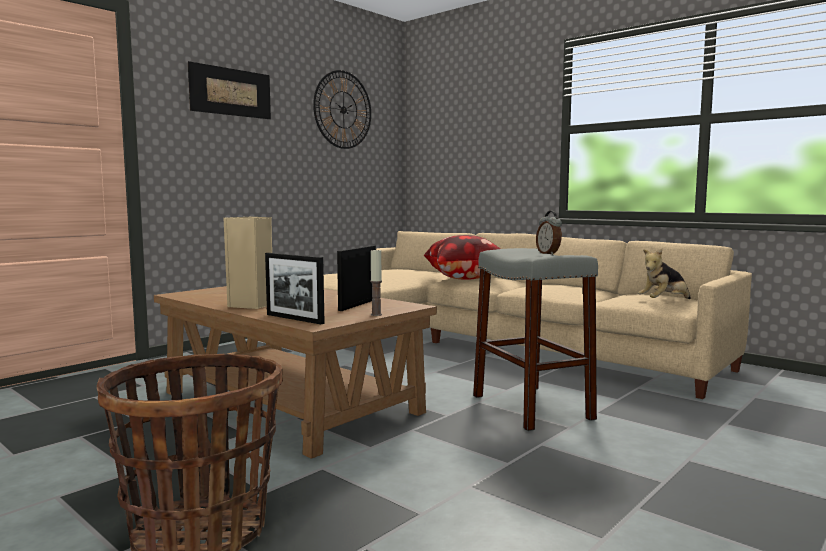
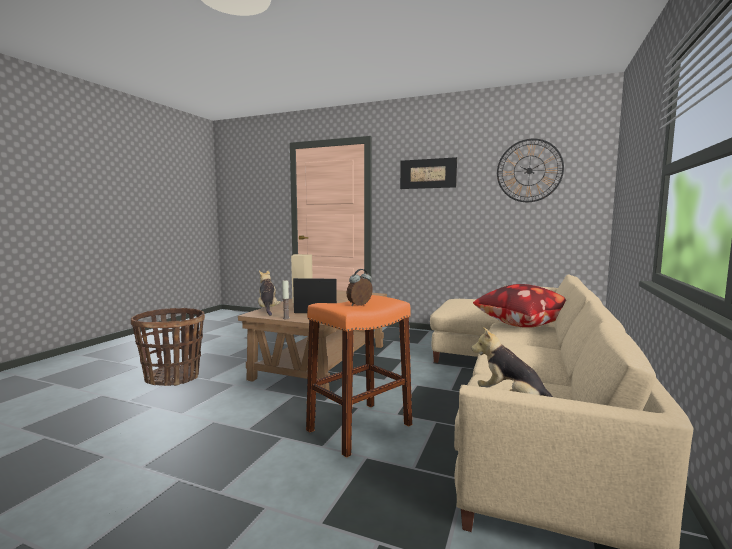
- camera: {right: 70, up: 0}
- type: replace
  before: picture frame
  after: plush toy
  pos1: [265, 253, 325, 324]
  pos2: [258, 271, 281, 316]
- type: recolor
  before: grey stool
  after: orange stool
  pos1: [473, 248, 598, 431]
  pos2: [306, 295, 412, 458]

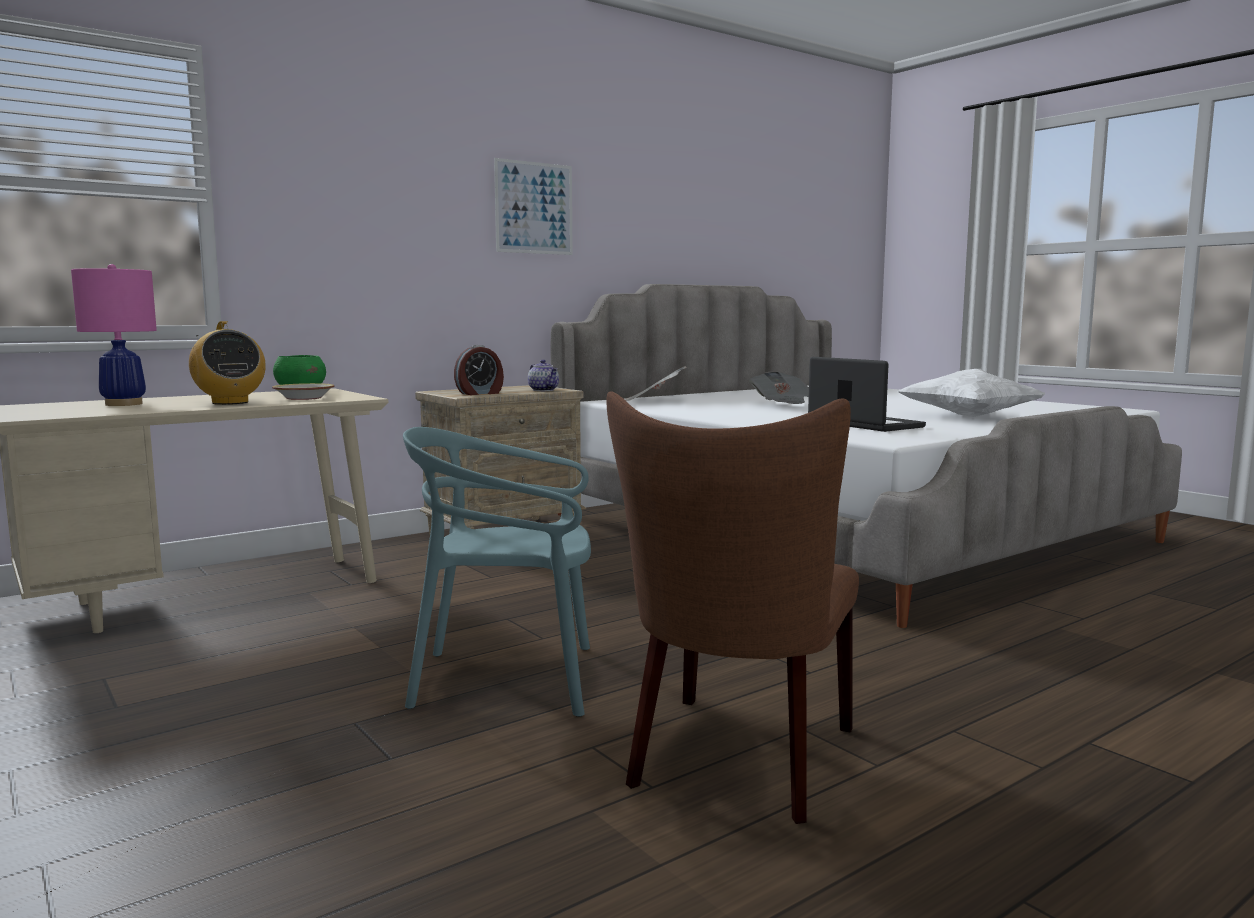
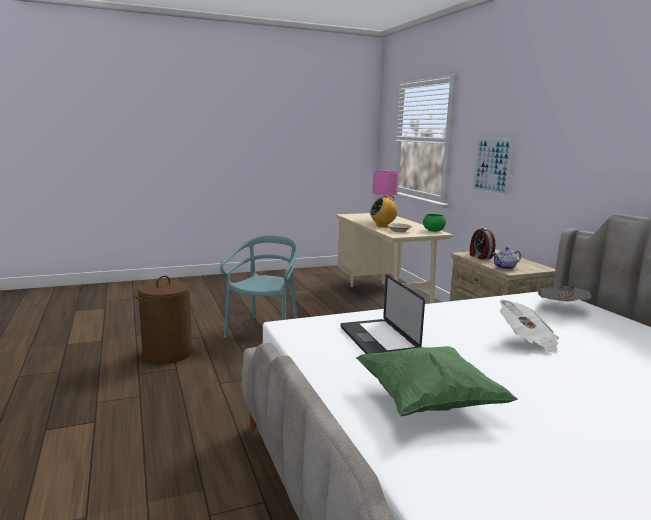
- camera: {right: 105, up: 5}
- type: move
  before: picture
  pos1: [494, 158, 573, 255]
  pos2: [472, 137, 514, 197]
- type: replace
  before: brown chair
  after: brown laundry basket
  pos1: [606, 391, 859, 824]
  pos2: [135, 276, 192, 364]
- type: rotate
  before: laptop
  pos1: [808, 357, 926, 432]
  pos2: [340, 275, 425, 354]
  turn: 90
- type: recolor
  before: white pillow
  after: green pillow
  pos1: [898, 369, 1045, 417]
  pos2: [356, 346, 518, 416]

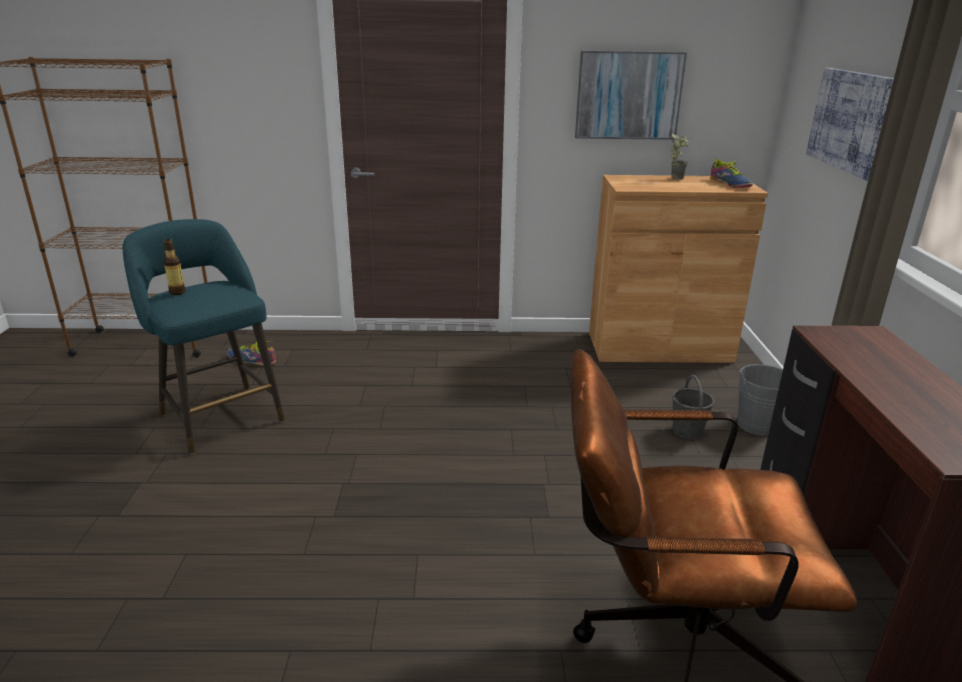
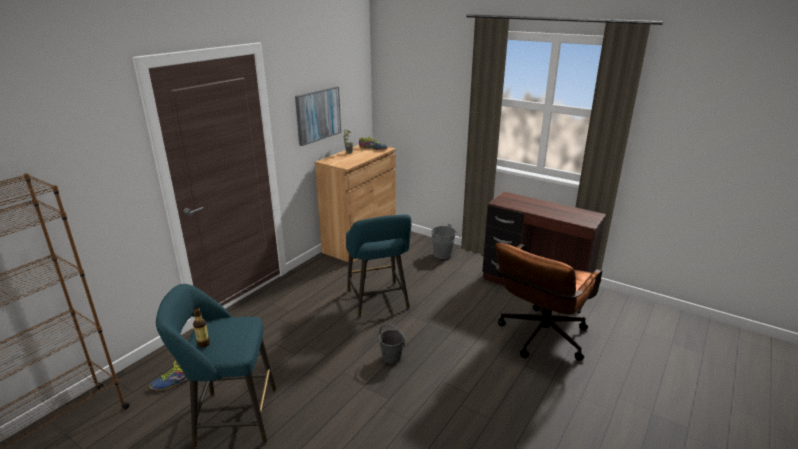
- camera: {right: -55, up: 0}
- type: move
  before: grey bucket
  pos1: [672, 374, 714, 439]
  pos2: [379, 324, 405, 364]
- type: delete
  before: picture
  pos1: [806, 68, 894, 181]
- type: insert
  after: turquoise stool
  pos2: [346, 214, 412, 318]

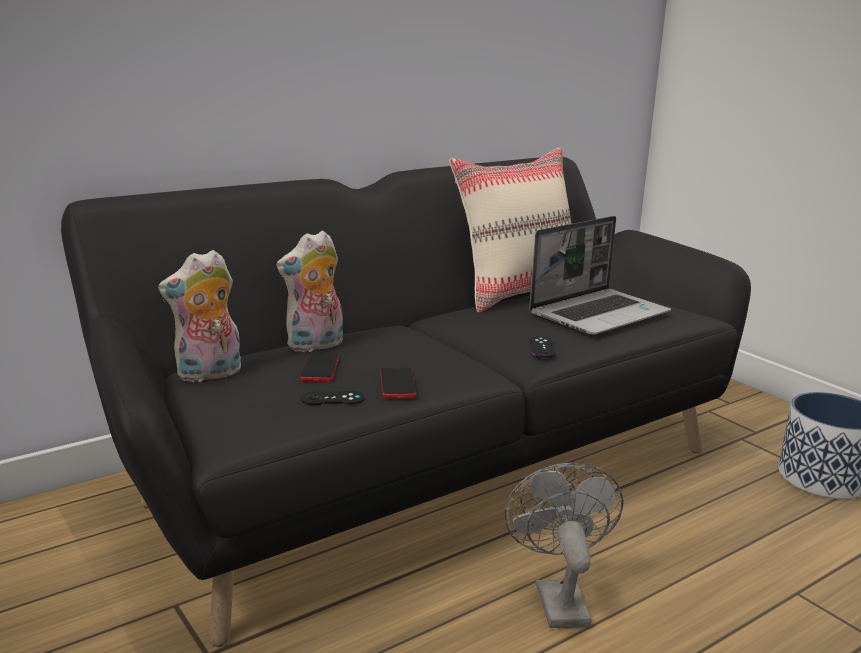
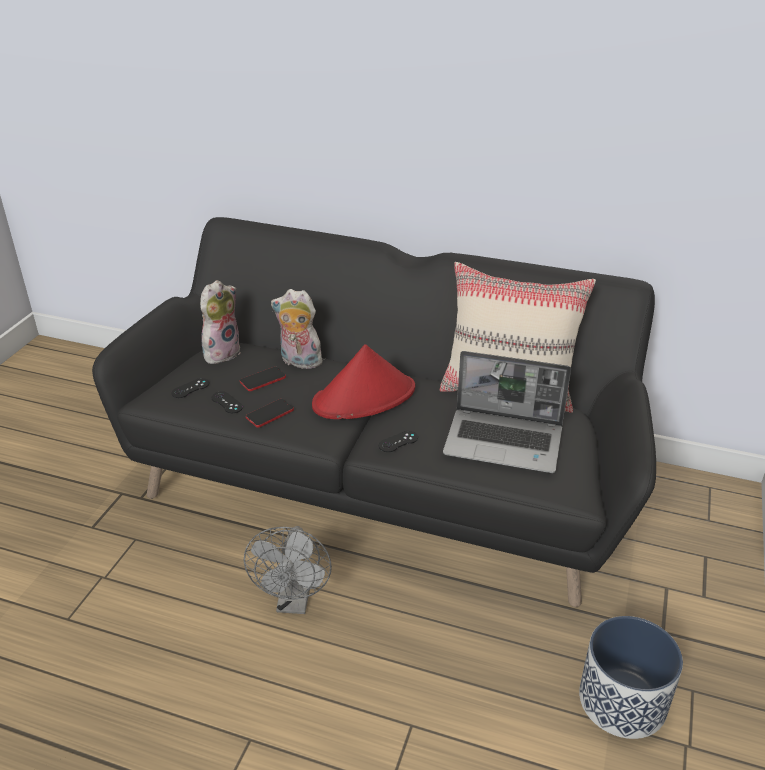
- camera: {right: 55, up: 15}
- type: rotate
  before: plush toy
  pos1: [158, 250, 241, 383]
  pos2: [200, 280, 241, 366]
  turn: 105
- type: rotate
  before: grey fan
  pos1: [504, 463, 624, 628]
  pos2: [244, 526, 332, 614]
  turn: 135
- type: insert
  after: black game controller
  pos2: [171, 378, 209, 398]
- type: insert
  after: red hat
  pos2: [312, 344, 415, 419]

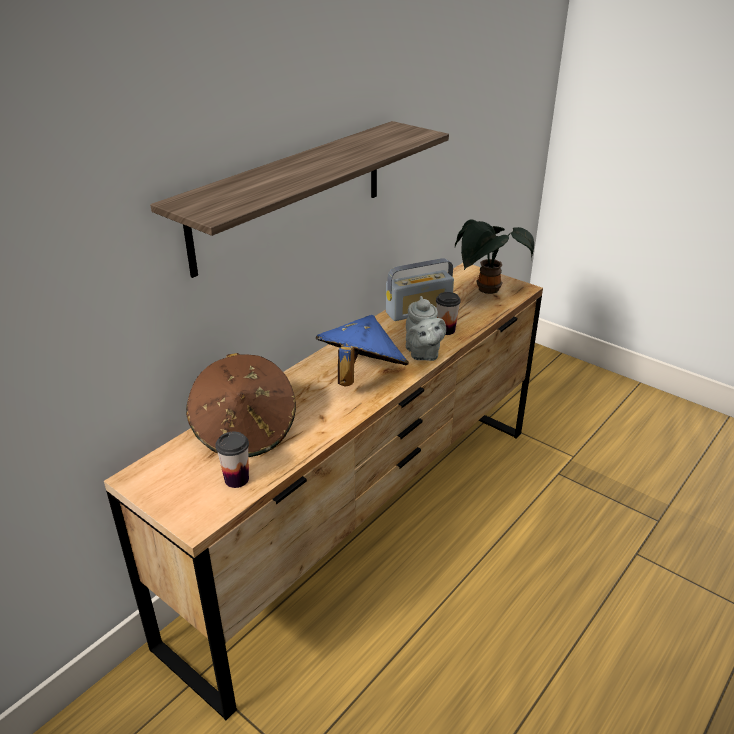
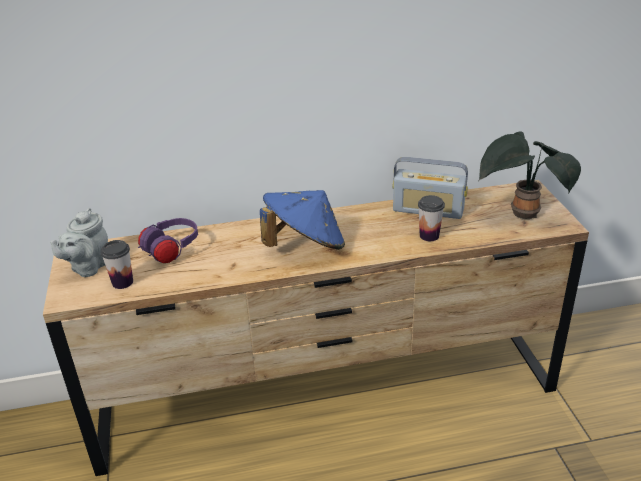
- camera: {right: 40, up: 0}
- type: delete
  before: shelf
  pos1: [150, 121, 449, 278]
- type: replace
  before: brown hat
  after: purple headphones
  pos1: [186, 353, 296, 457]
  pos2: [138, 218, 198, 263]
- type: move
  before: grey teapot
  pos1: [406, 296, 446, 361]
  pos2: [50, 208, 108, 277]

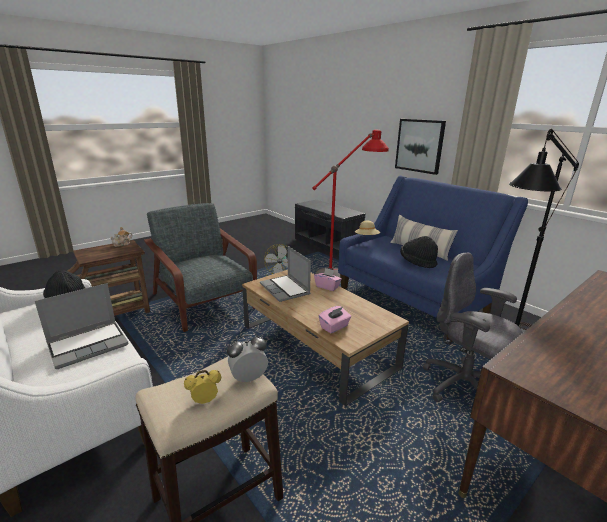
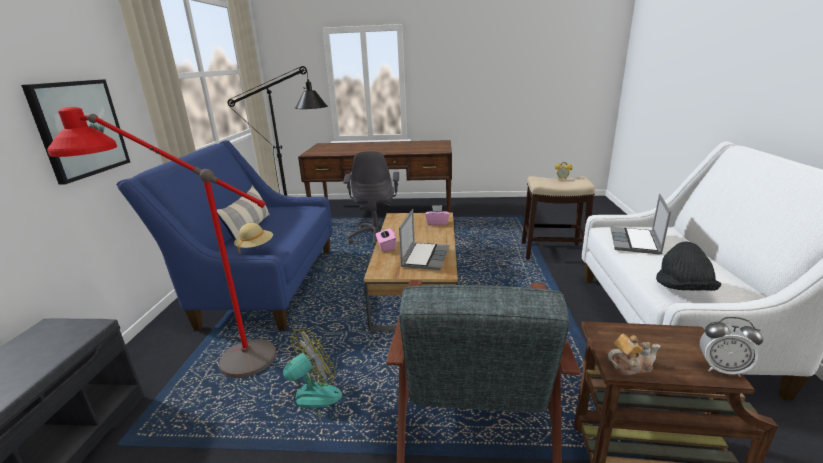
- camera: {right: -135, up: 0}
- type: rotate
  before: laptop
  pos1: [35, 283, 129, 369]
  pos2: [611, 194, 671, 255]
  turn: -75
- type: move
  before: alarm clock
  pos1: [227, 334, 268, 382]
  pos2: [700, 317, 763, 377]
- type: delete
  before: black hat
  pos1: [400, 236, 438, 268]

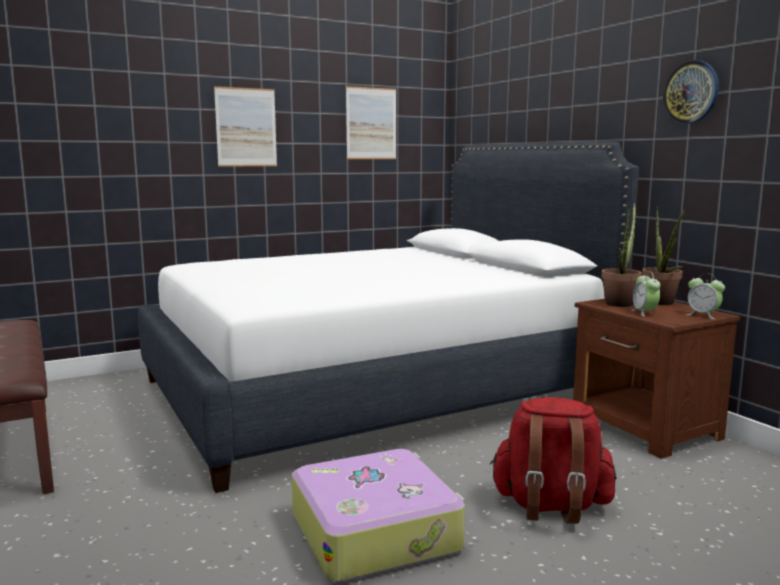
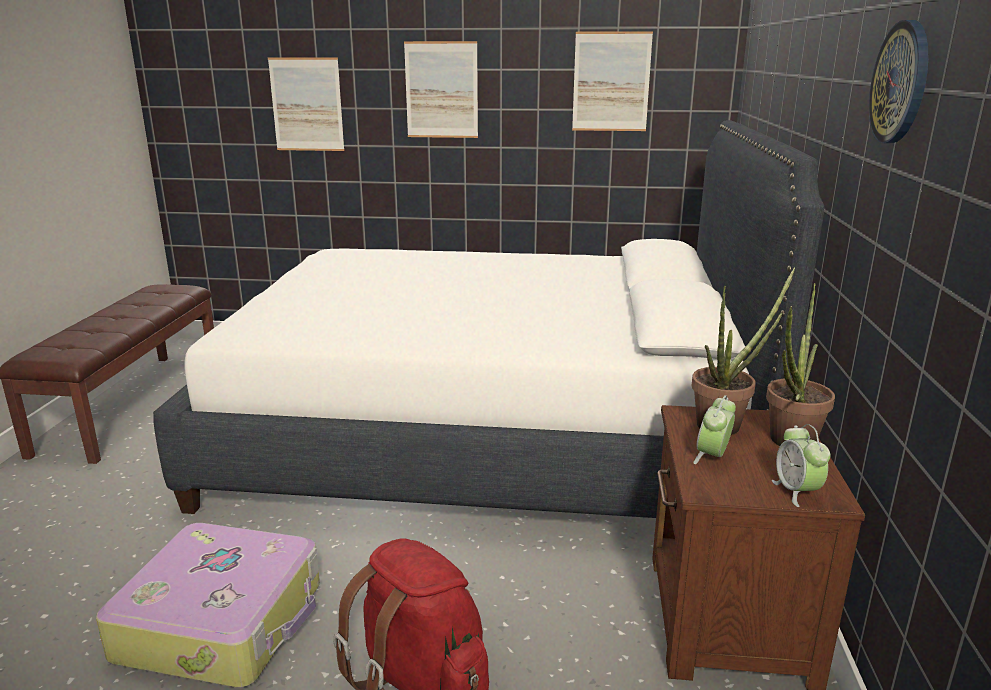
- camera: {right: 35, up: 10}
- type: insert
  after: picture
  pos2: [268, 58, 345, 151]

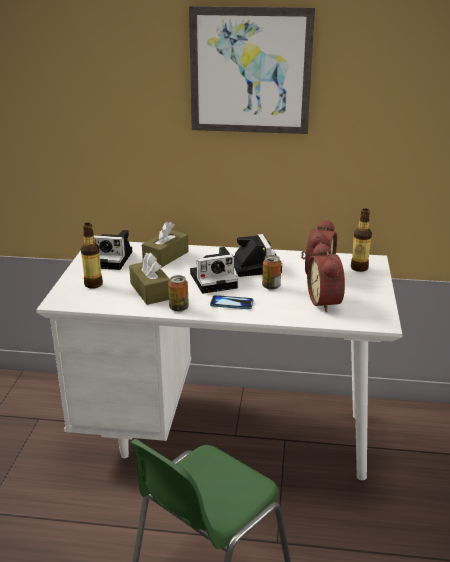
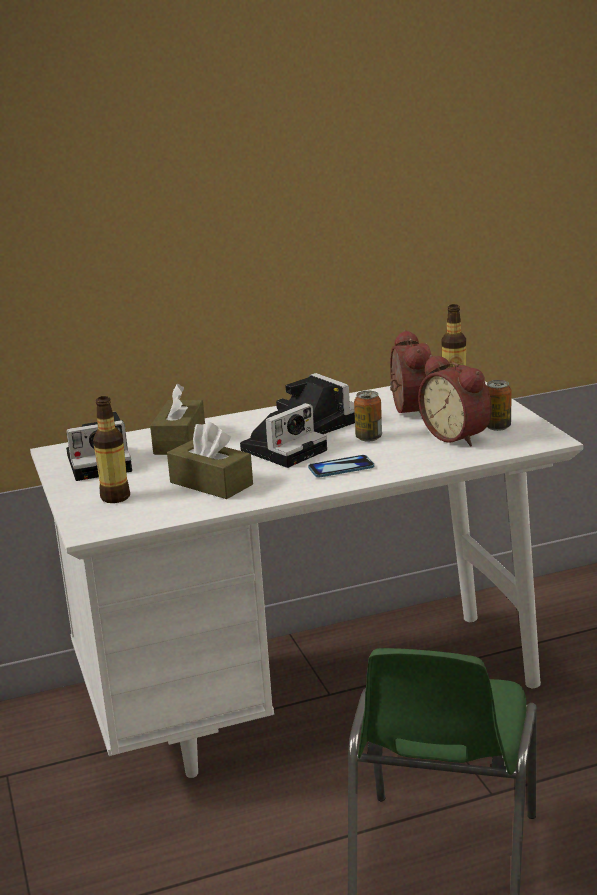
- camera: {right: -25, up: -5}
- type: move
  before: can
  pos1: [168, 275, 189, 312]
  pos2: [487, 380, 512, 431]
- type: delete
  before: picture
  pos1: [189, 6, 315, 134]

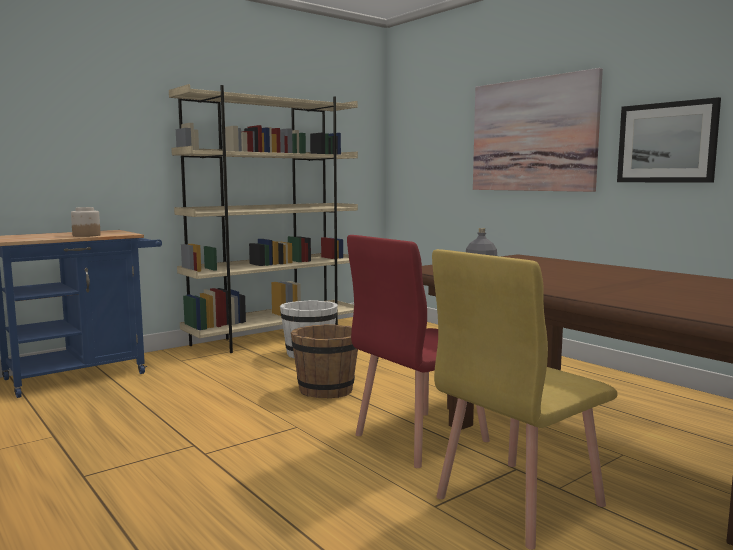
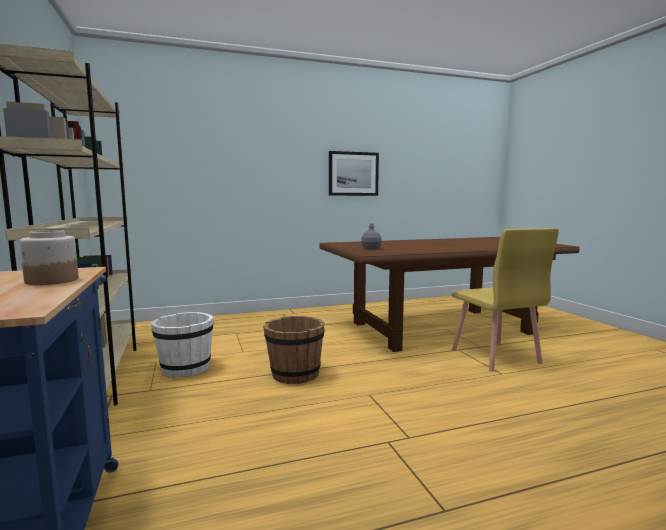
- camera: {right: -70, up: 0}
- type: delete
  before: red chair
  pos1: [347, 235, 490, 468]
- type: delete
  before: picture
  pos1: [473, 68, 603, 192]

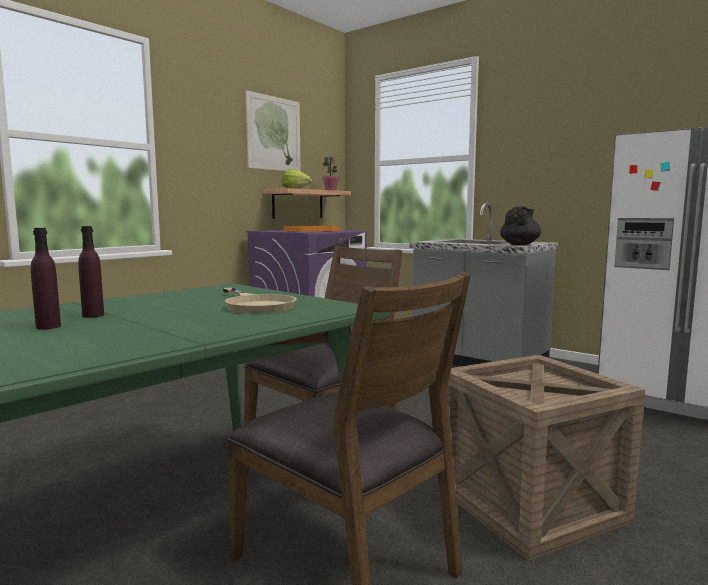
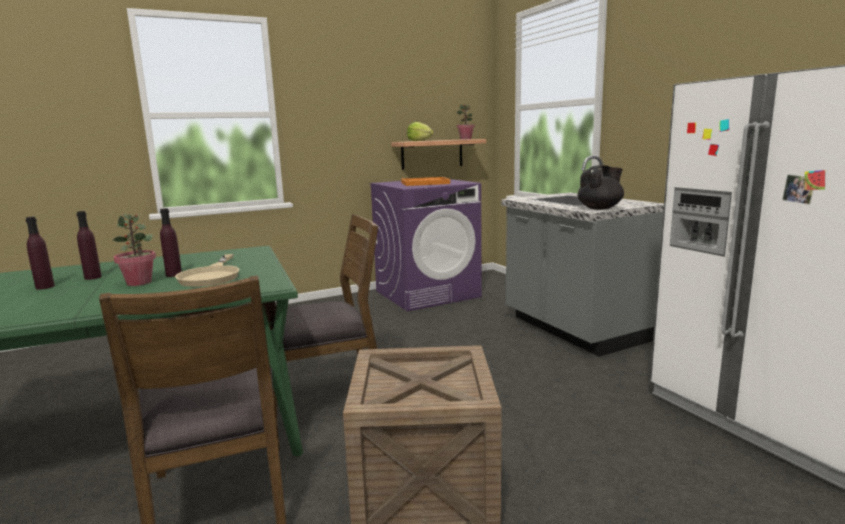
- camera: {right: 25, up: 5}
- type: delete
  before: picture
  pos1: [245, 90, 301, 172]
- type: insert
  after: potted plant
  pos2: [113, 214, 156, 286]
- type: insert
  after: purple bottle
  pos2: [160, 208, 182, 277]

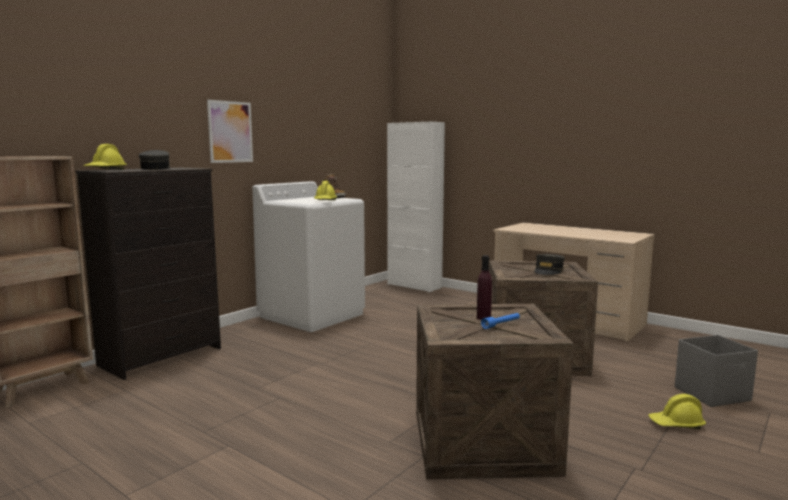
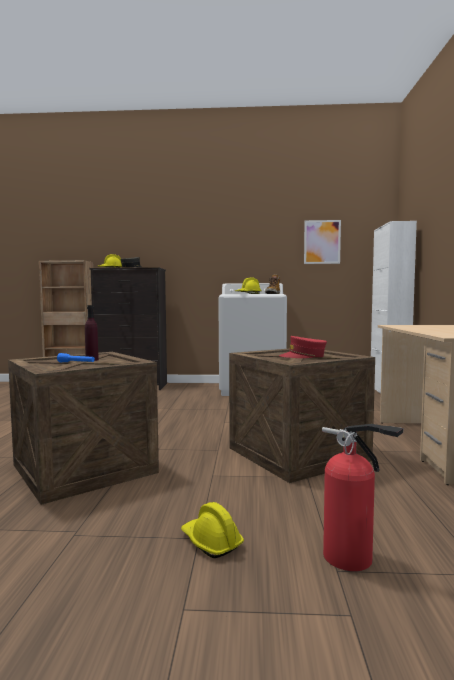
- camera: {right: 55, up: -5}
- type: move
  before: picture
  pos1: [207, 100, 253, 163]
  pos2: [304, 220, 341, 264]
- type: recolor
  before: grey cap
  after: red cap
  pos1: [534, 254, 565, 275]
  pos2: [279, 336, 327, 358]
- type: replace
  before: grey storage box
  after: fire extinguisher
  pos1: [675, 335, 758, 407]
  pos2: [322, 424, 403, 571]

